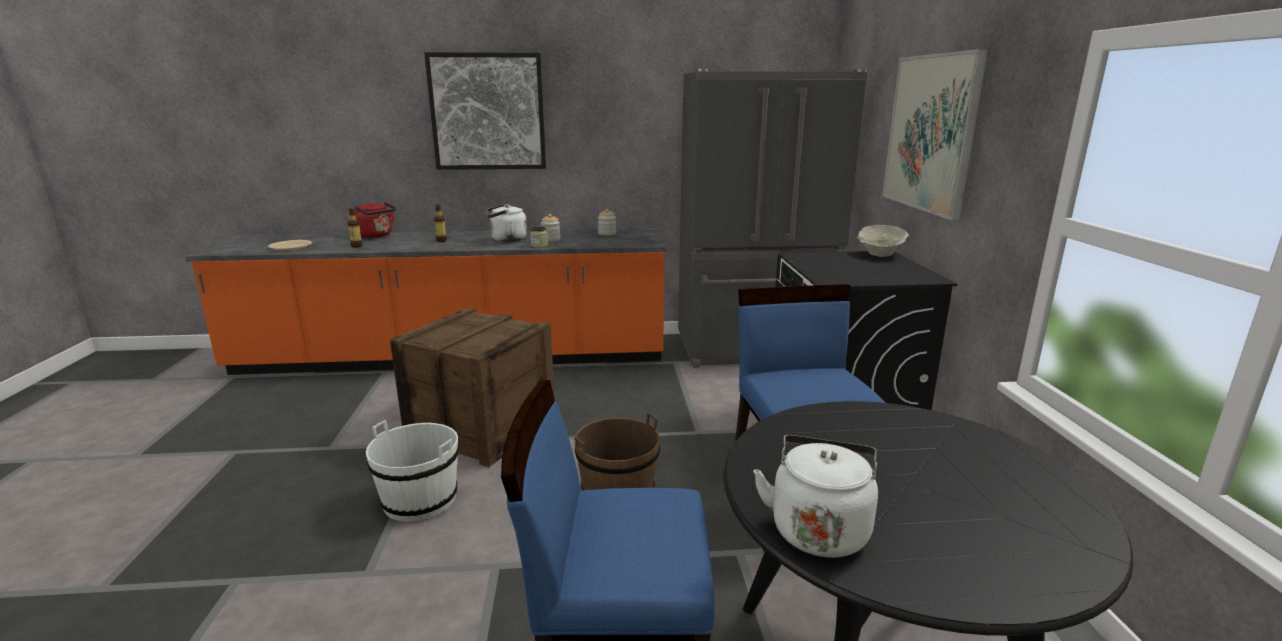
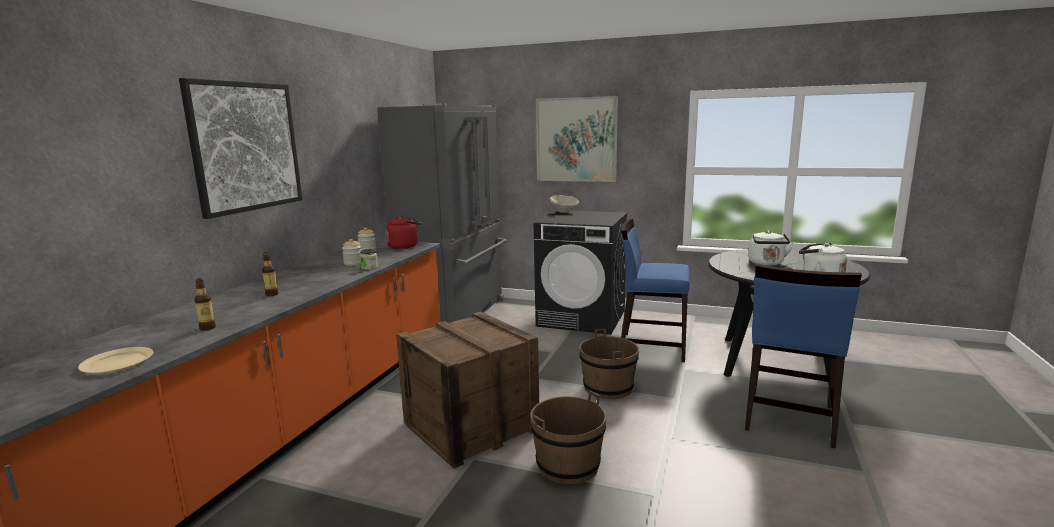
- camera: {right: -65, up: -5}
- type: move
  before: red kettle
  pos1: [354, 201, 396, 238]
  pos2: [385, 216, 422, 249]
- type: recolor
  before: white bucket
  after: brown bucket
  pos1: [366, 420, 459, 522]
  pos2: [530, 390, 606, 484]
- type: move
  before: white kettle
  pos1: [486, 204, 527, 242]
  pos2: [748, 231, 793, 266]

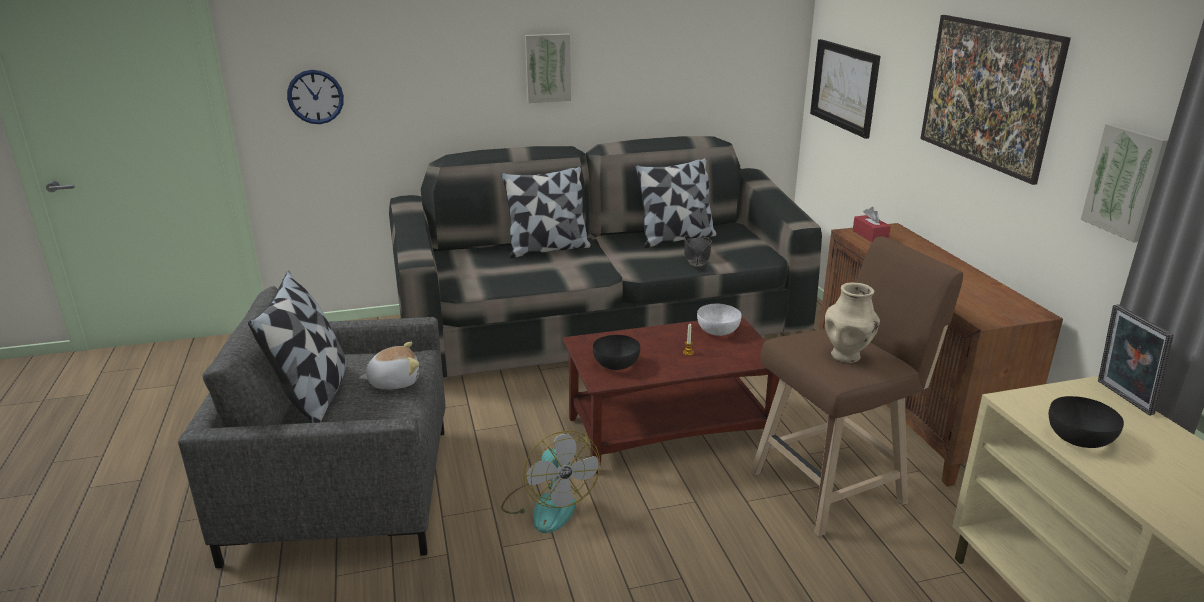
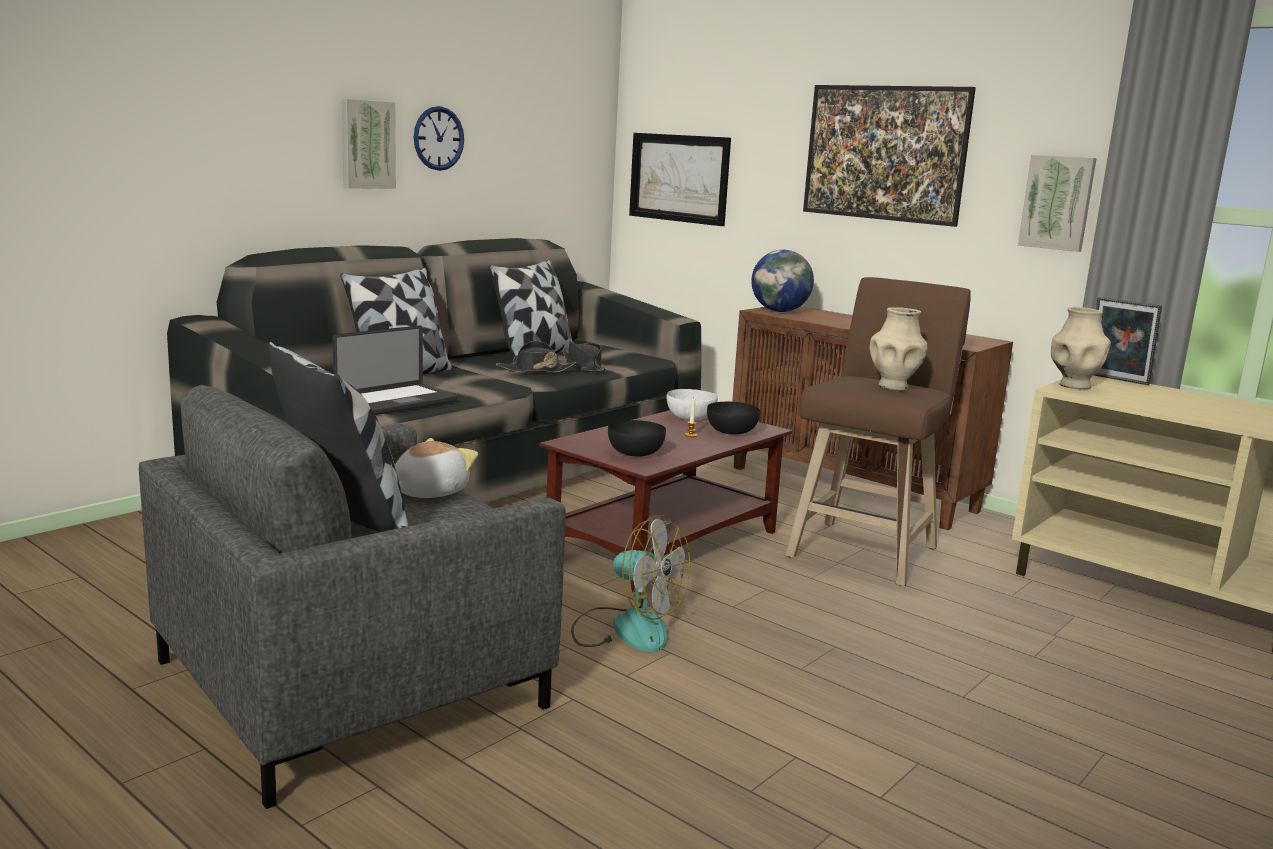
- camera: {right: -35, up: -10}
- type: move
  before: wall clock
  pos1: [287, 70, 344, 124]
  pos2: [414, 106, 464, 171]
- type: replace
  before: red tissue box
  after: globe
  pos1: [853, 207, 891, 242]
  pos2: [751, 250, 814, 312]
- type: move
  before: black bowl
  pos1: [1049, 396, 1124, 448]
  pos2: [707, 402, 760, 435]
- type: insert
  after: laptop
  pos2: [333, 325, 457, 415]
- type: insert
  after: black hat
  pos2: [496, 341, 577, 373]
- type: insert
  after: beige vase
  pos2: [1051, 307, 1111, 389]

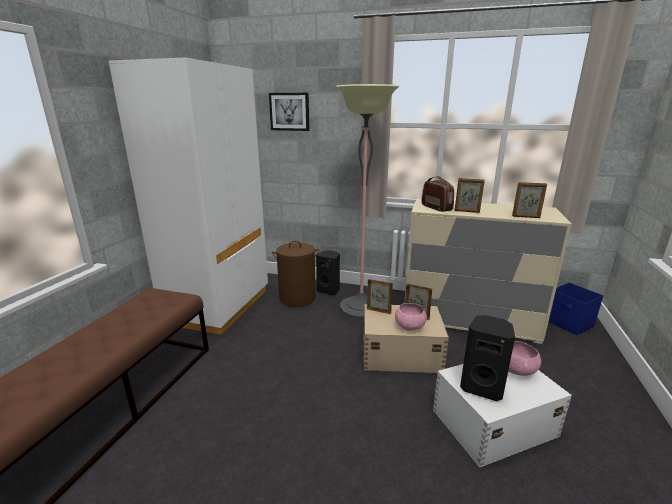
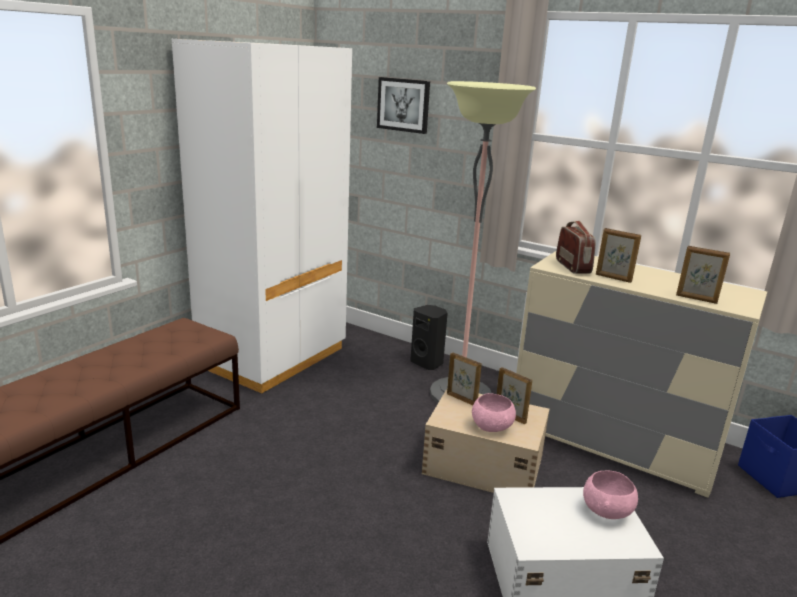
- camera: {right: 15, up: 0}
- type: delete
  before: brown laundry basket
  pos1: [272, 241, 319, 307]
- type: delete
  before: black speaker
  pos1: [460, 315, 515, 401]

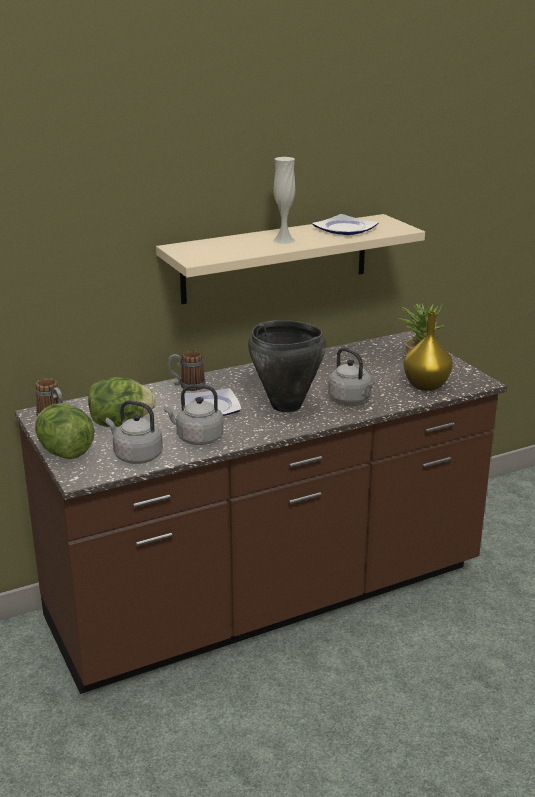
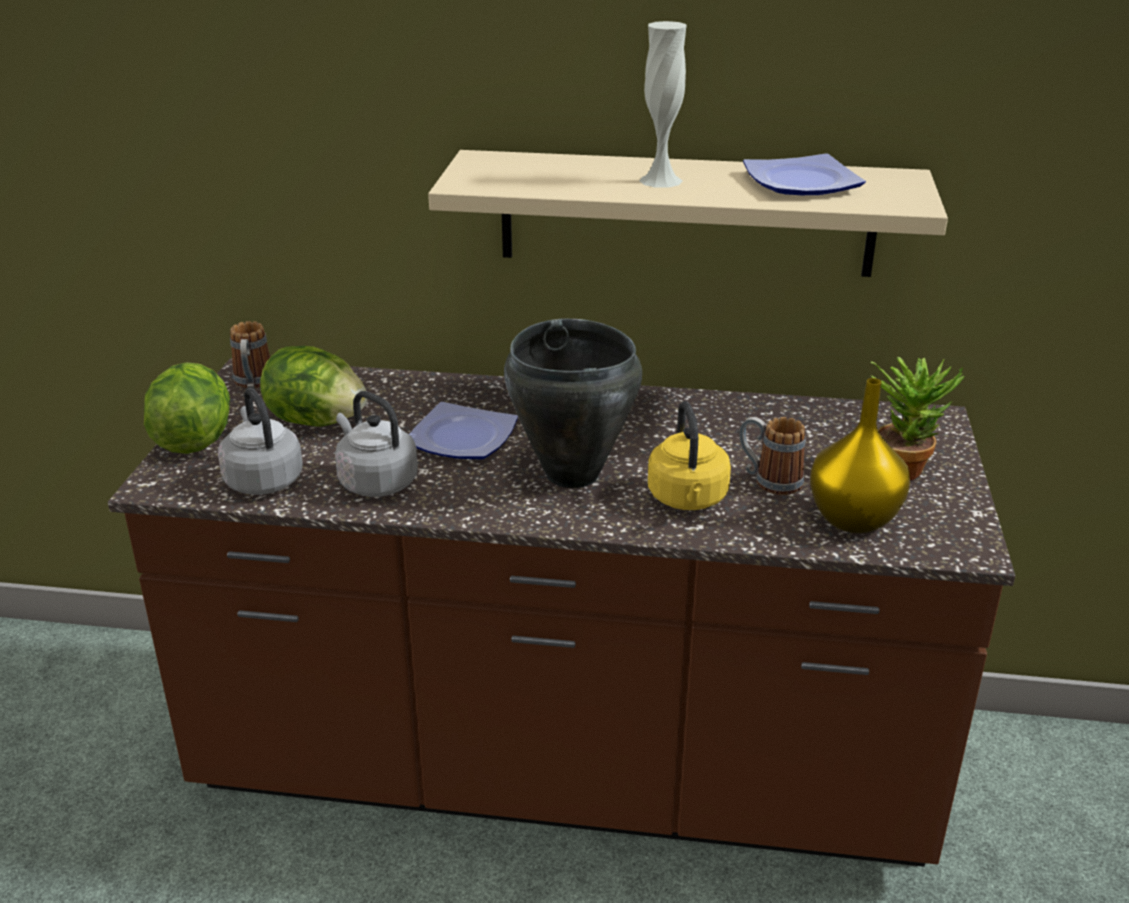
- camera: {right: 35, up: 5}
- type: move
  before: mug
  pos1: [168, 350, 206, 391]
  pos2: [739, 417, 806, 495]
- type: recolor
  before: grey kettle
  after: yellow kettle
  pos1: [328, 347, 375, 404]
  pos2: [648, 401, 731, 510]

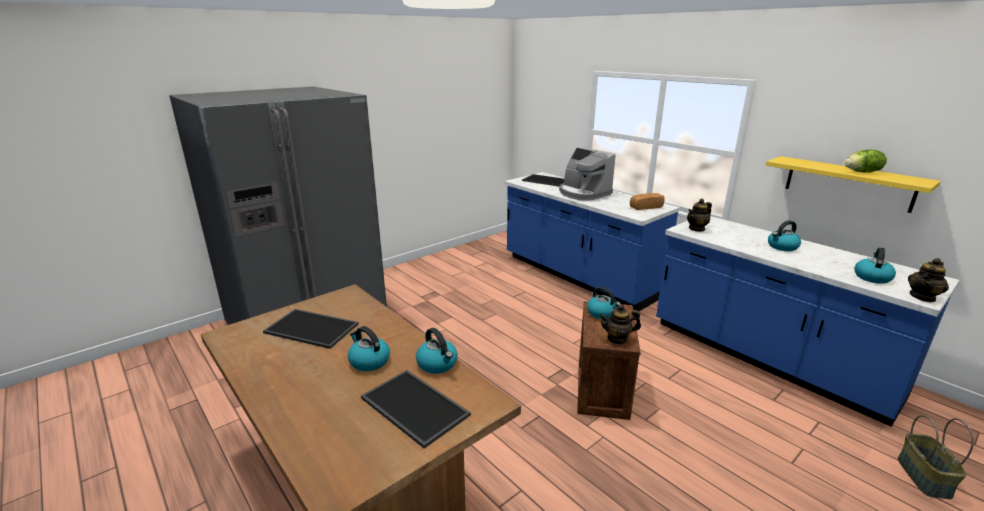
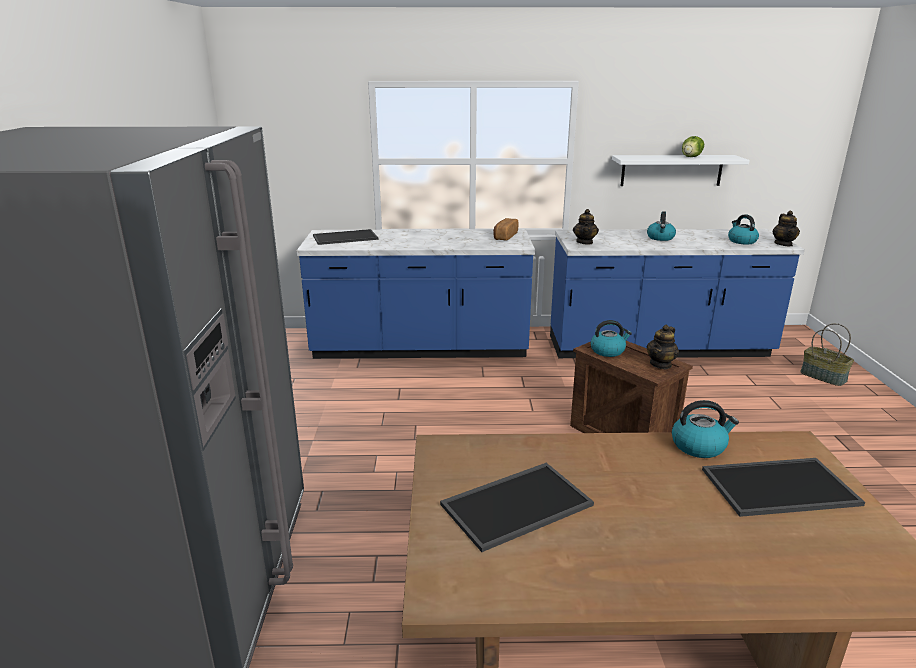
- camera: {right: -50, up: 0}
- type: delete
  before: kettle
  pos1: [348, 326, 390, 371]
- type: delete
  before: coffee machine
  pos1: [559, 147, 616, 201]
- type: recolor
  before: yellow shelf
  after: white shelf
  pos1: [766, 156, 941, 213]
  pos2: [612, 155, 750, 186]

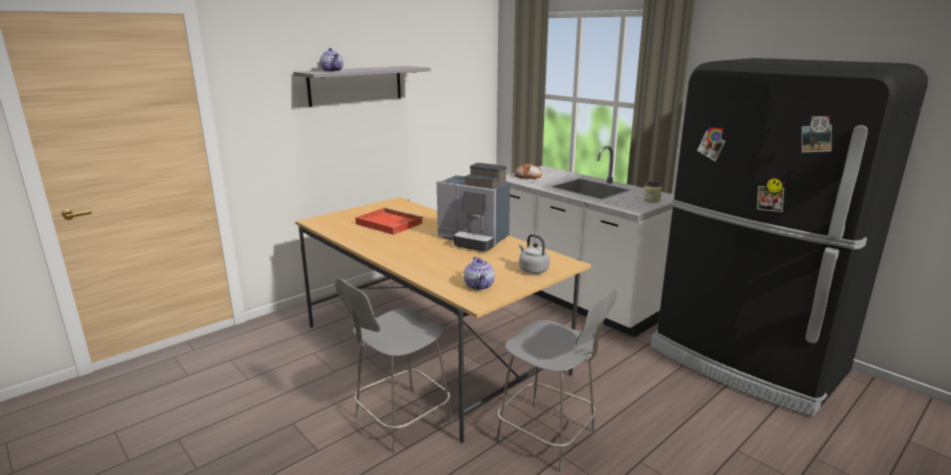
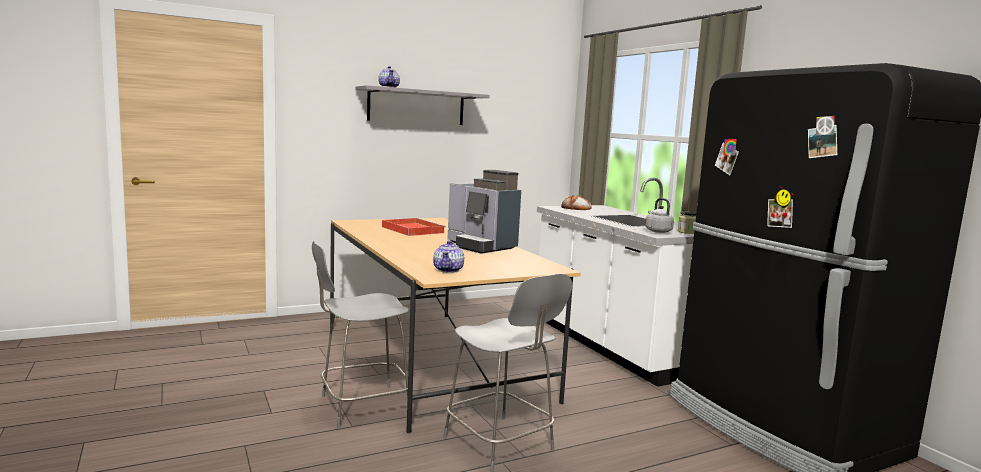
- camera: {right: 15, up: -10}
- type: move
  before: grey kettle
  pos1: [519, 234, 550, 274]
  pos2: [645, 198, 674, 233]

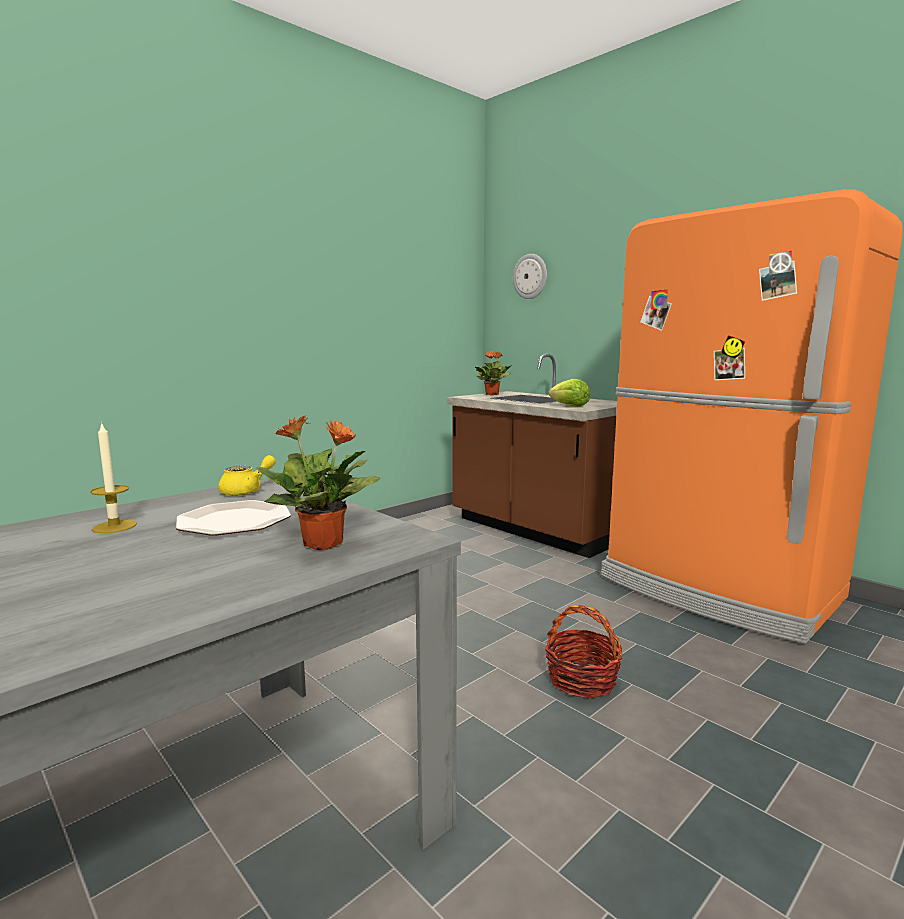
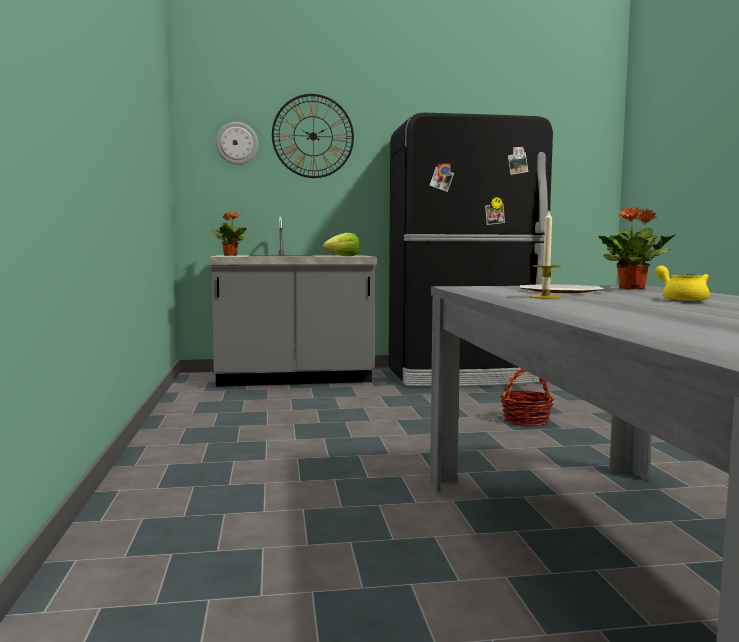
- camera: {right: -55, up: -5}
- type: move
  before: yellow teapot
  pos1: [218, 455, 276, 495]
  pos2: [655, 265, 710, 302]
- type: recolor
  before: brown counter
  after: grey counter
  pos1: [447, 354, 617, 558]
  pos2: [209, 215, 377, 387]
- type: recolor
  before: orange fridge
  after: black fridge
  pos1: [601, 189, 903, 644]
  pos2: [389, 113, 553, 386]
- type: insert
  after: wall clock
  pos2: [272, 94, 354, 178]

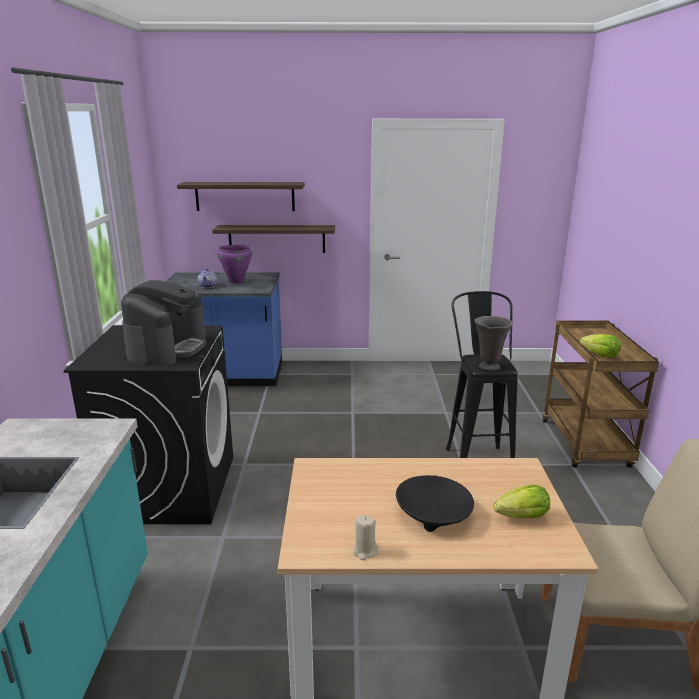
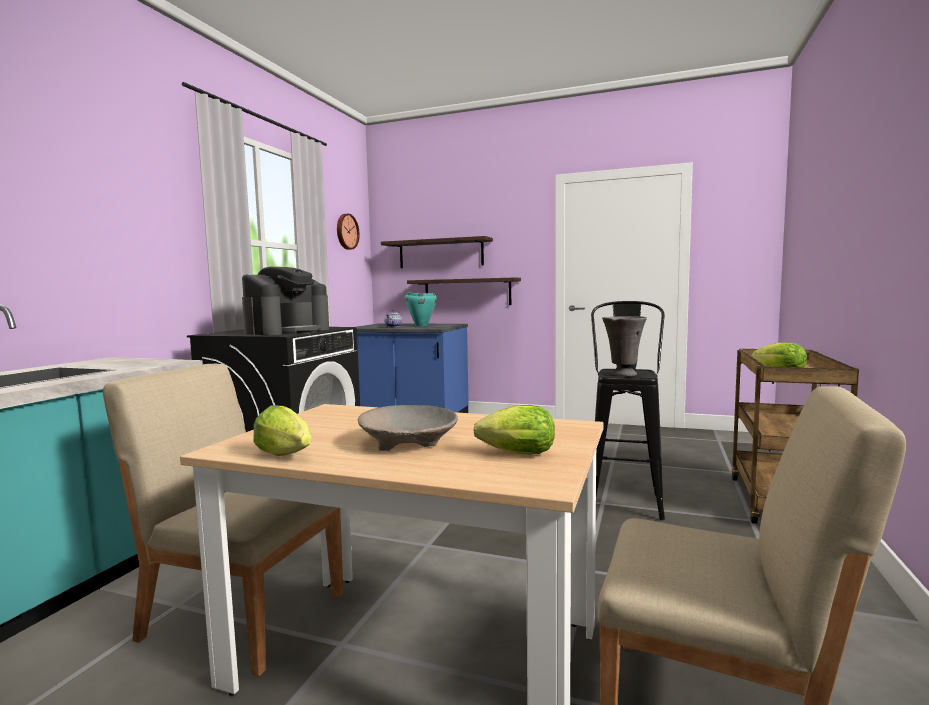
- camera: {right: 20, up: -15}
- type: recolor
  before: purple cooking pot
  after: turquoise cooking pot
  pos1: [217, 245, 252, 284]
  pos2: [405, 292, 437, 326]
- type: replace
  before: beige candle
  after: lettuce
  pos1: [353, 515, 378, 560]
  pos2: [253, 406, 312, 456]
- type: recolor
  before: black bowl
  after: beige bowl
  pos1: [396, 475, 474, 532]
  pos2: [358, 405, 458, 451]
- type: insert
  after: beige chair
  pos2: [103, 364, 343, 676]
- type: insert
  after: wall clock
  pos2: [337, 214, 360, 250]

